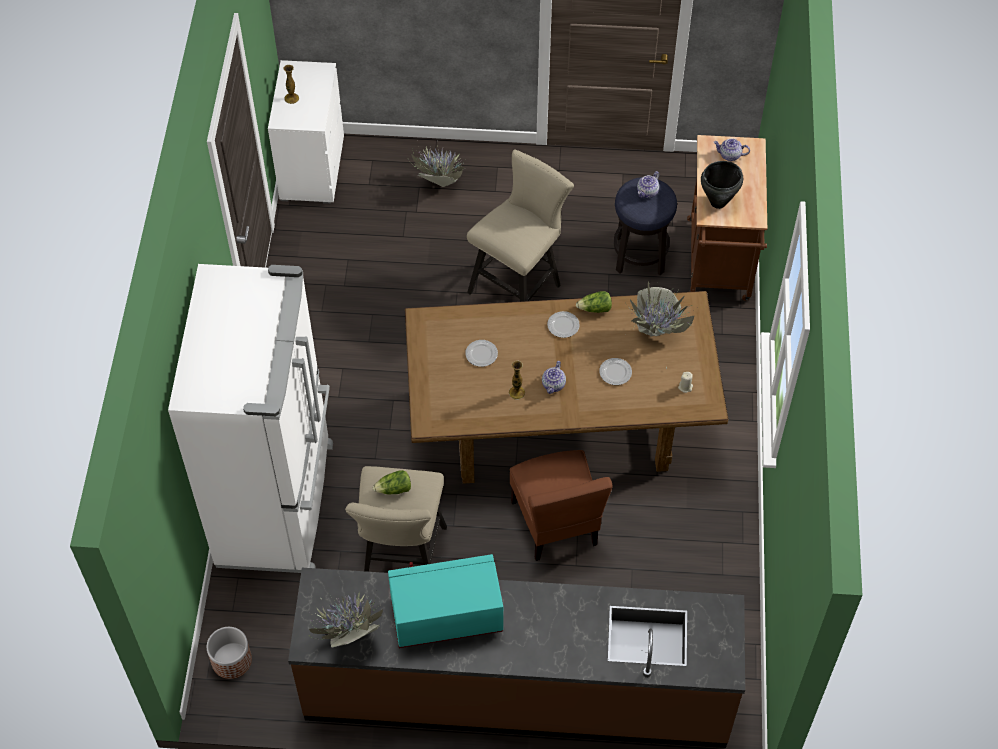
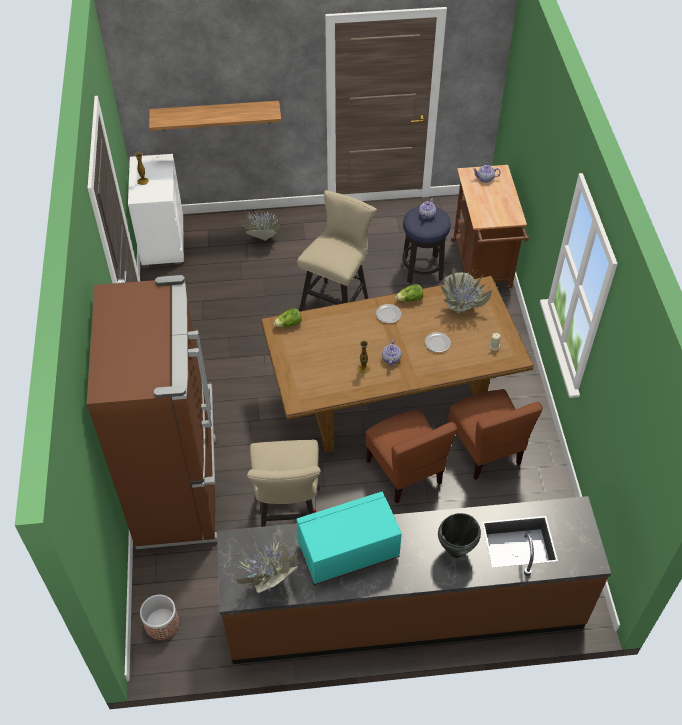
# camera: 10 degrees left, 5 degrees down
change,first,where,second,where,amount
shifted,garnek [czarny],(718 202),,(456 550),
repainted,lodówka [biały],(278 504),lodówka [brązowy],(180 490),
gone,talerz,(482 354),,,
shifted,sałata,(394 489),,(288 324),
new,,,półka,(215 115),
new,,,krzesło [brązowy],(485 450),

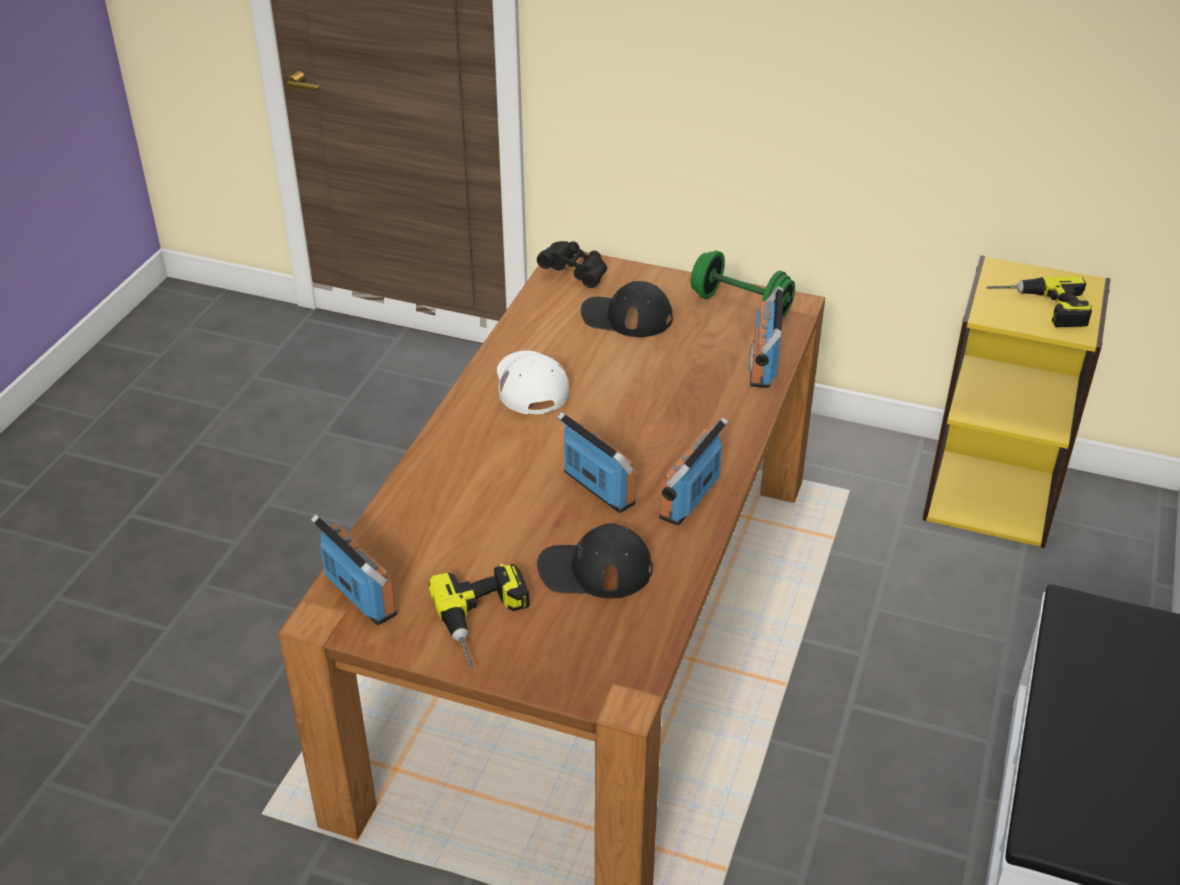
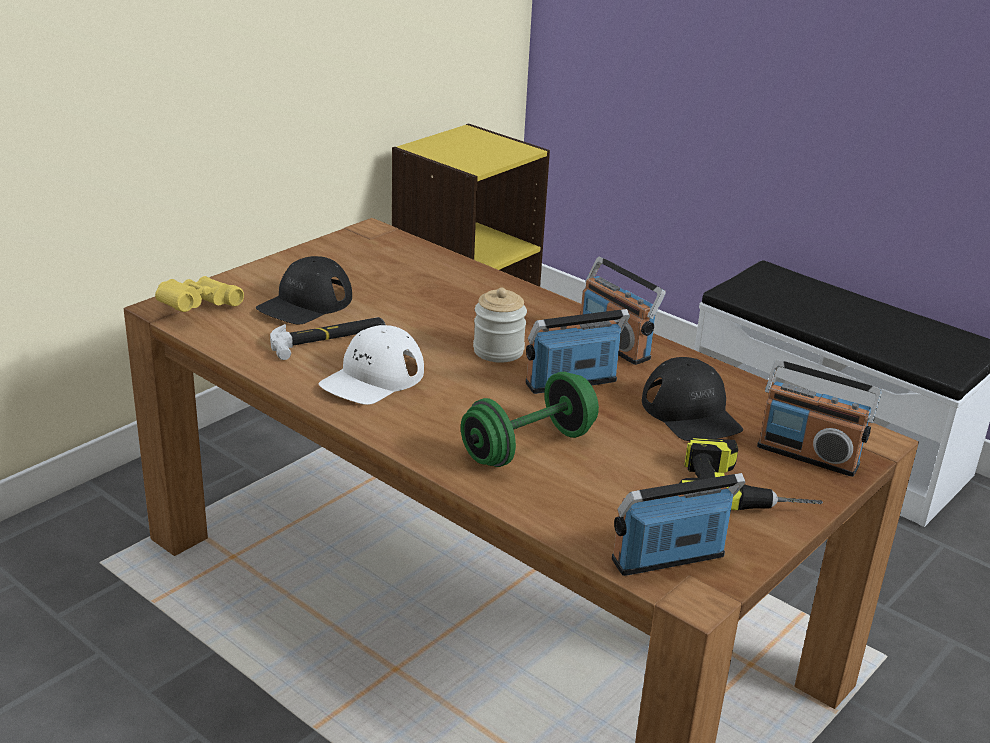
# camera: 70 degrees left, 10 degrees down
change,first,where,second,where,amount
repainted,lornetka [czarny],(575 273),lornetka [żółty],(196 308),
shifted,hantel [zielony],(740 305),,(528 447),
gone,wiertarka,(1040 308),,,
shifted,radio,(762 364),,(808 455),
rotated,czapka z daszkiem [biały],(530 385),,(372 378),60 degrees counterclockwise
rotated,czapka z daszkiem [czarny],(594 569),,(691 413),45 degrees counterclockwise
new,,,słoik,(498 351),
new,,,młotek,(328 339),

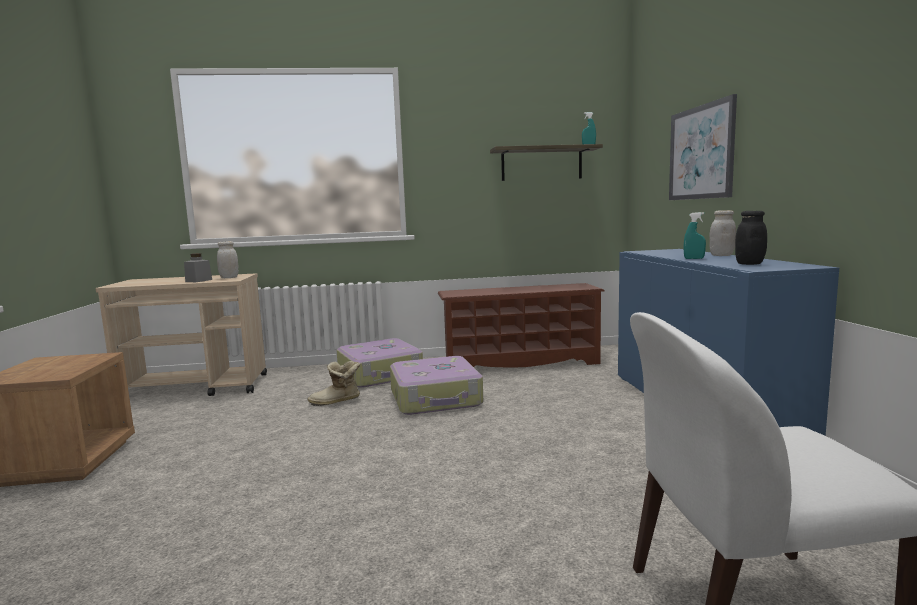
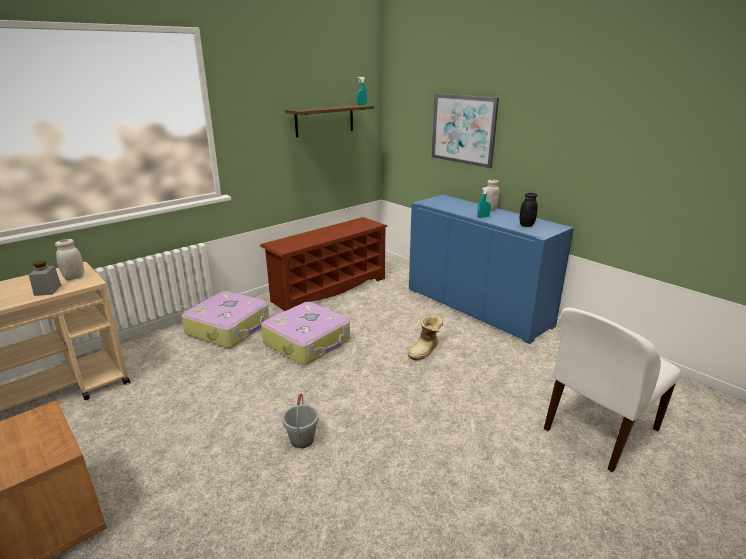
# camera: 35 degrees left, 15 degrees up
change,first,where,second,where,amount
shifted,but z cholewką,(336 402),,(425 351),
new,,,wiadro [szary],(302 439),

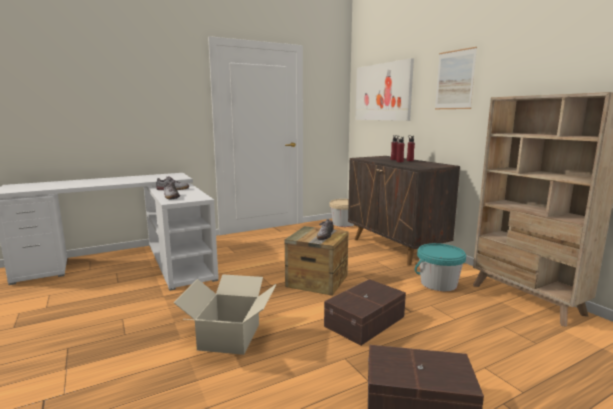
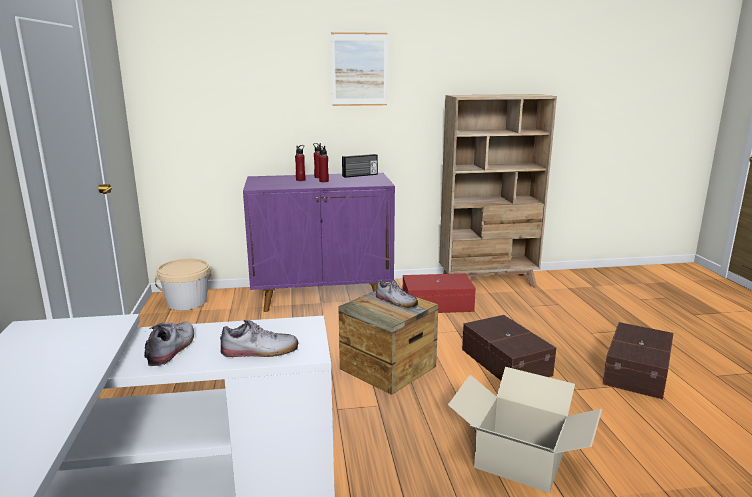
# camera: 70 degrees left, 5 degrees up
change,first,where,second,where,amount
gone,obraz,(382 92),,,
repainted,szafka [brązowy],(396 248),szafka [fioletowy],(323 296),
swapped,wiadro [turkusowy],(438 283),pojemnik do przechowywania [czerwony],(438 304),
new,,,radio,(360 175),

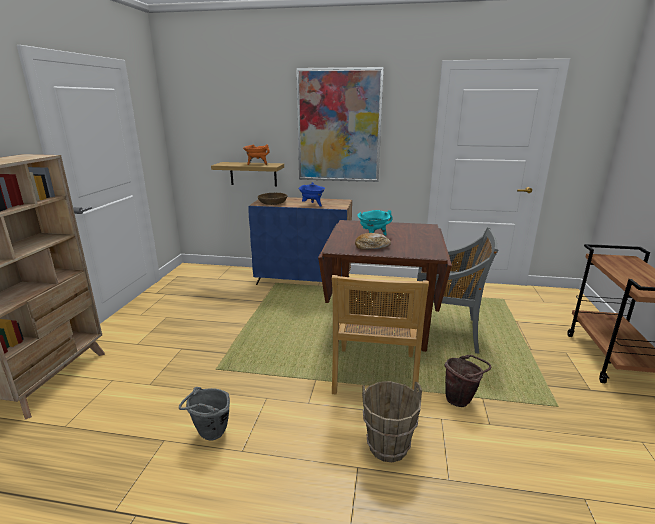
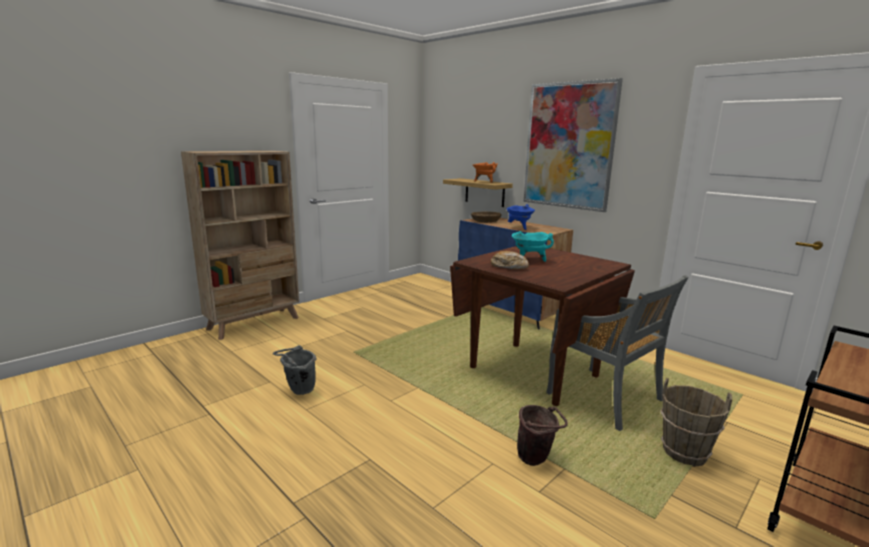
# camera: 35 degrees right, 5 degrees down
change,first,where,second,where,amount
gone,krzesło [beżowy],(375 375),,,
shifted,wiadro [brązowy],(388 447),,(684 453),

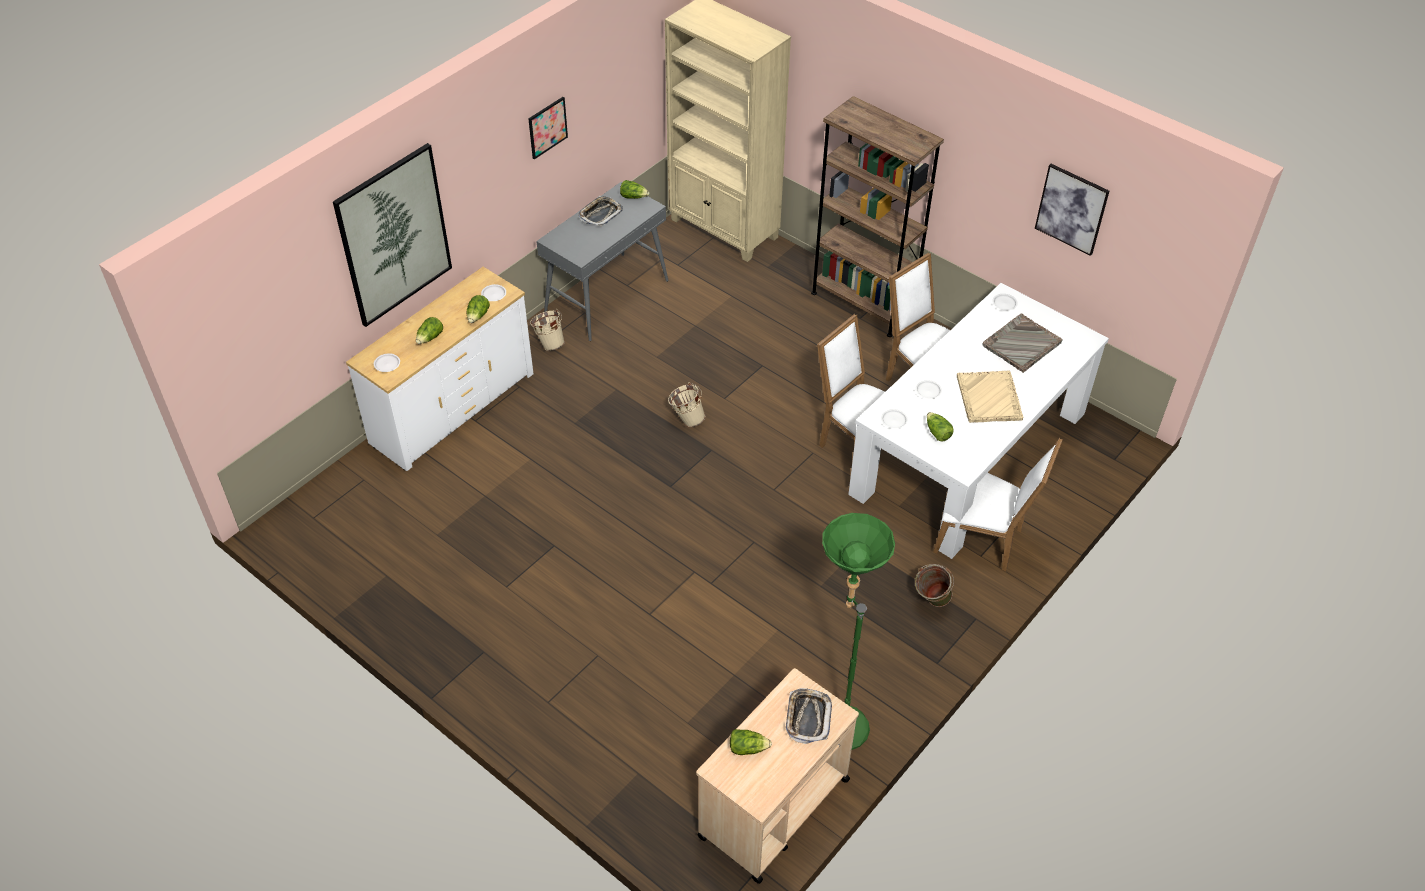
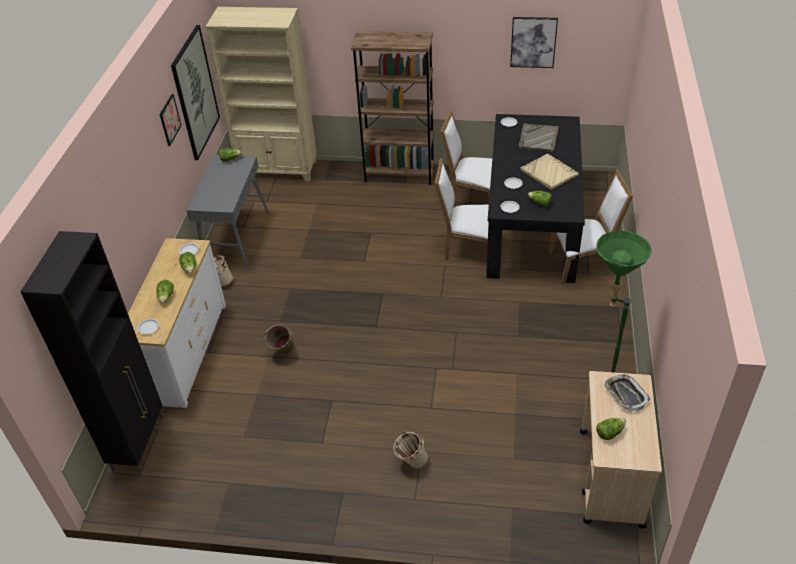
# camera: 30 degrees left, 5 degrees down
change,first,where,second,where,amount
shifted,obraz,(394 235),,(195 93),
gone,taca,(600 214),,,
repainted,stół jadalny [biały],(969 453),stół jadalny [czarny],(531 224),
shifted,wiadro [beżowy],(686 419),,(410 462),
shifted,wiadro [zielony],(931 602),,(282 353),
new,,,szafka [czarny],(139 442),

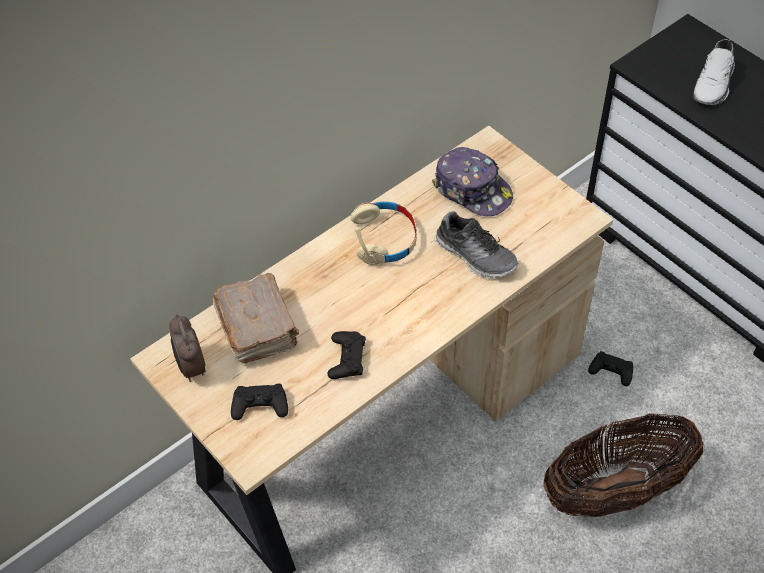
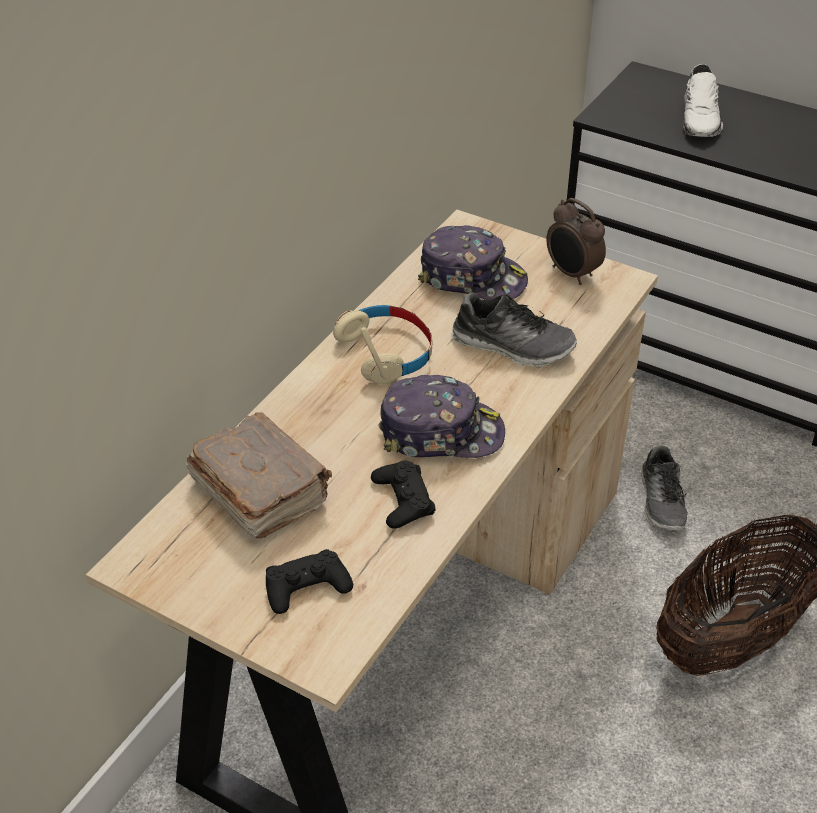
# camera: 20 degrees left, 10 degrees down
change,first,where,second,where,amount
shifted,budzik,(191 367),,(571 274),
swapped,pad do gier [czarny],(611 371),but,(662 502),
new,,,czapka z daszkiem,(441 433),

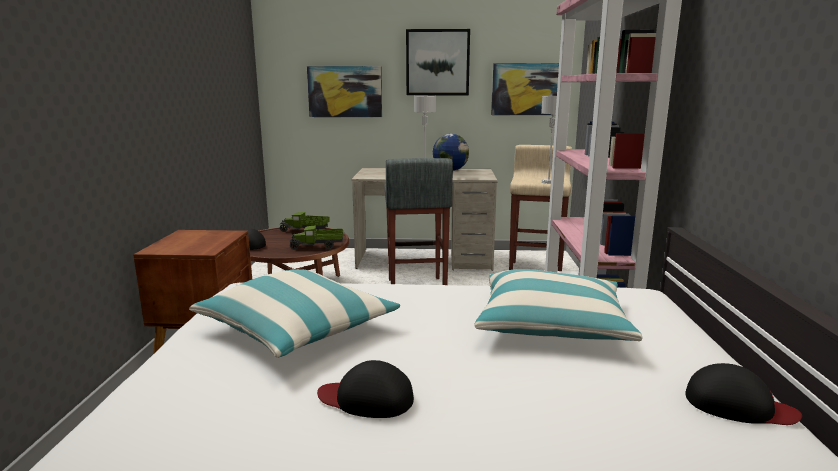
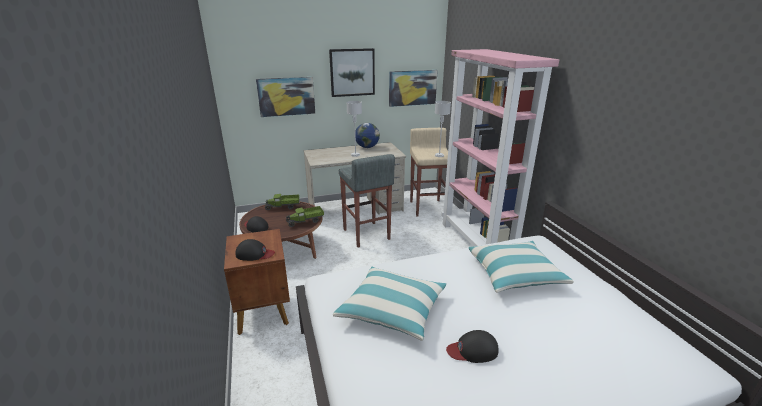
# camera: 20 degrees left, 10 degrees up
change,first,where,second,where,amount
shifted,czapka z daszkiem [czarny],(738 405),,(254 254),

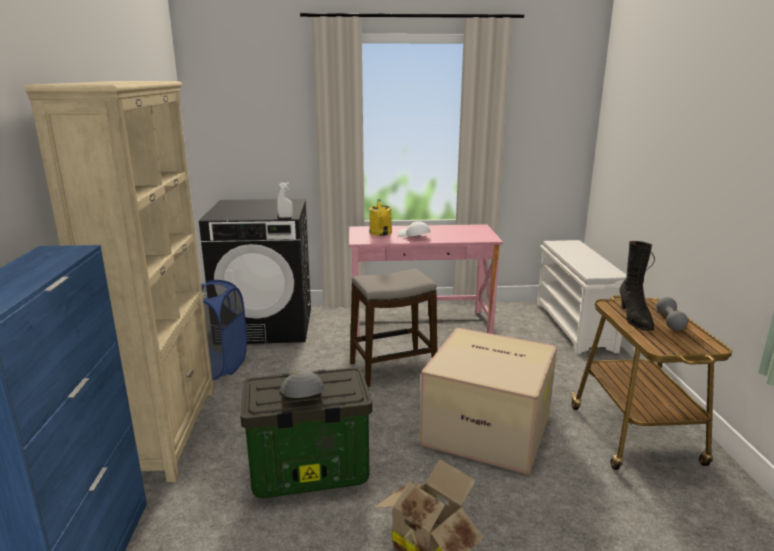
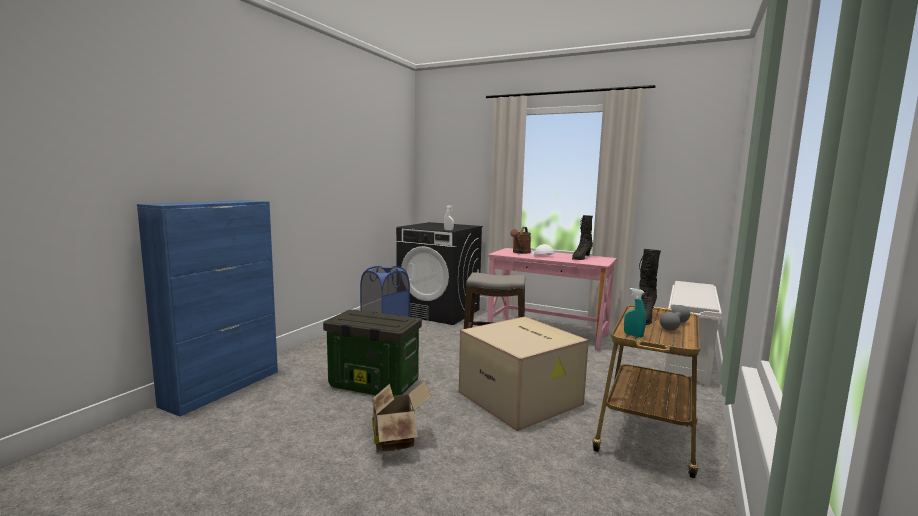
# camera: 30 degrees right, 10 degrees down
change,first,where,second,where,amount
gone,regał [beżowy],(168 431),,,
repainted,konewka [żółty],(381 234),konewka [brązowy],(520 252),
gone,czapka z daszkiem [szary],(301 392),,,
new,,,but z cholewką [czarny],(581 258),
new,,,spryskiwacz [turkusowy],(633 335),

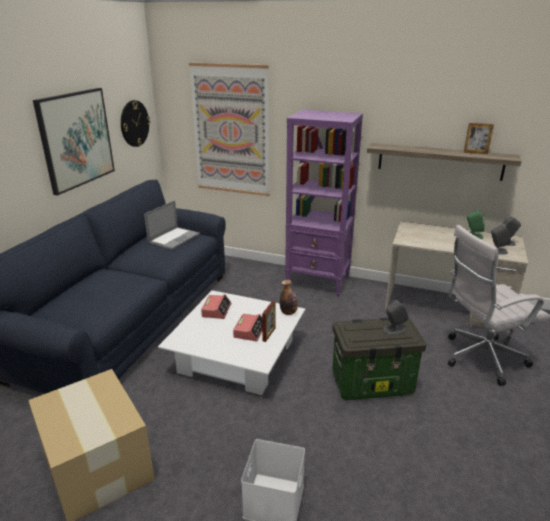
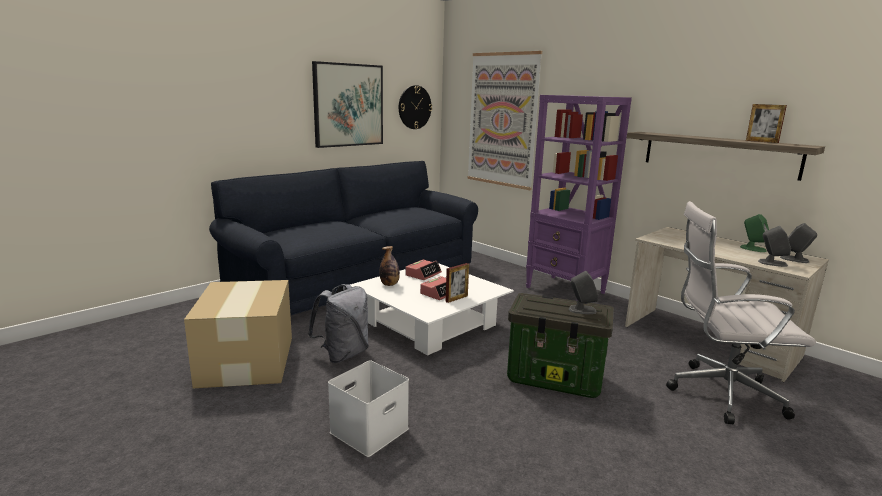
# camera: 25 degrees right, 10 degrees down
change,first,where,second,where,amount
gone,laptop,(174 238),,,
shifted,butelka,(288 312),,(389 284),
new,,,plecak [szary],(343 354),

